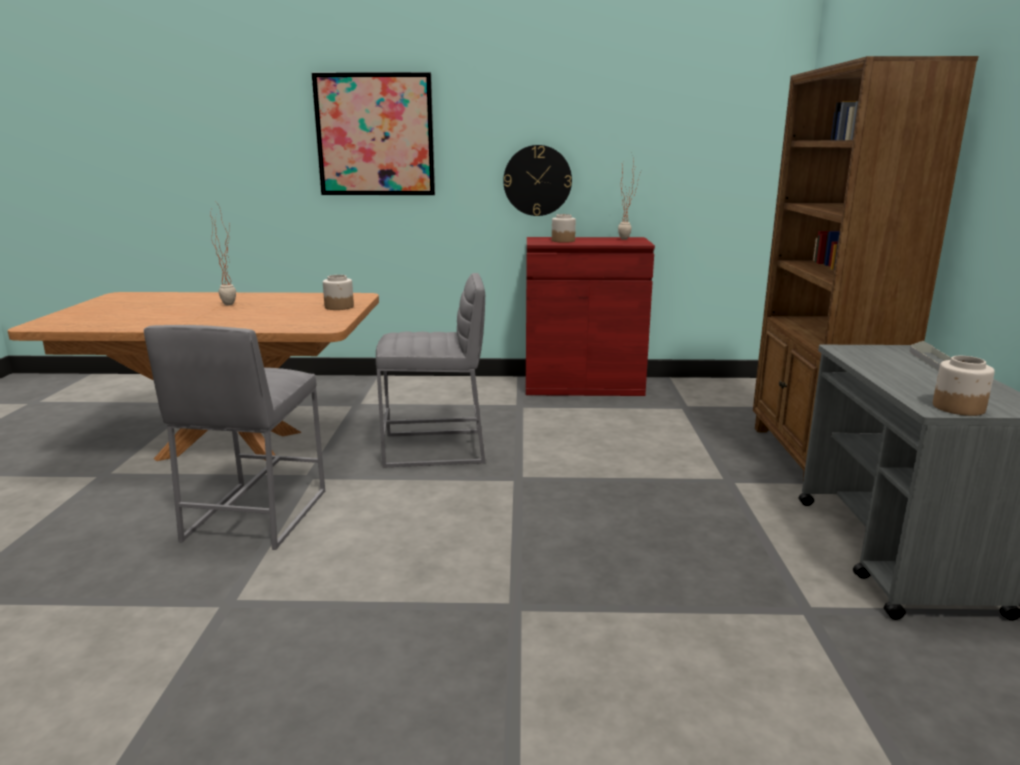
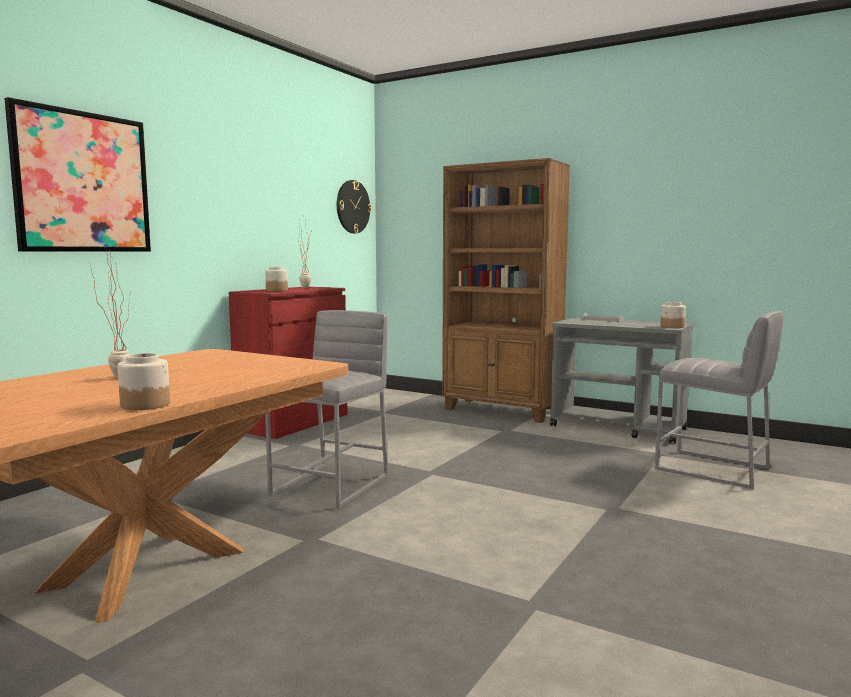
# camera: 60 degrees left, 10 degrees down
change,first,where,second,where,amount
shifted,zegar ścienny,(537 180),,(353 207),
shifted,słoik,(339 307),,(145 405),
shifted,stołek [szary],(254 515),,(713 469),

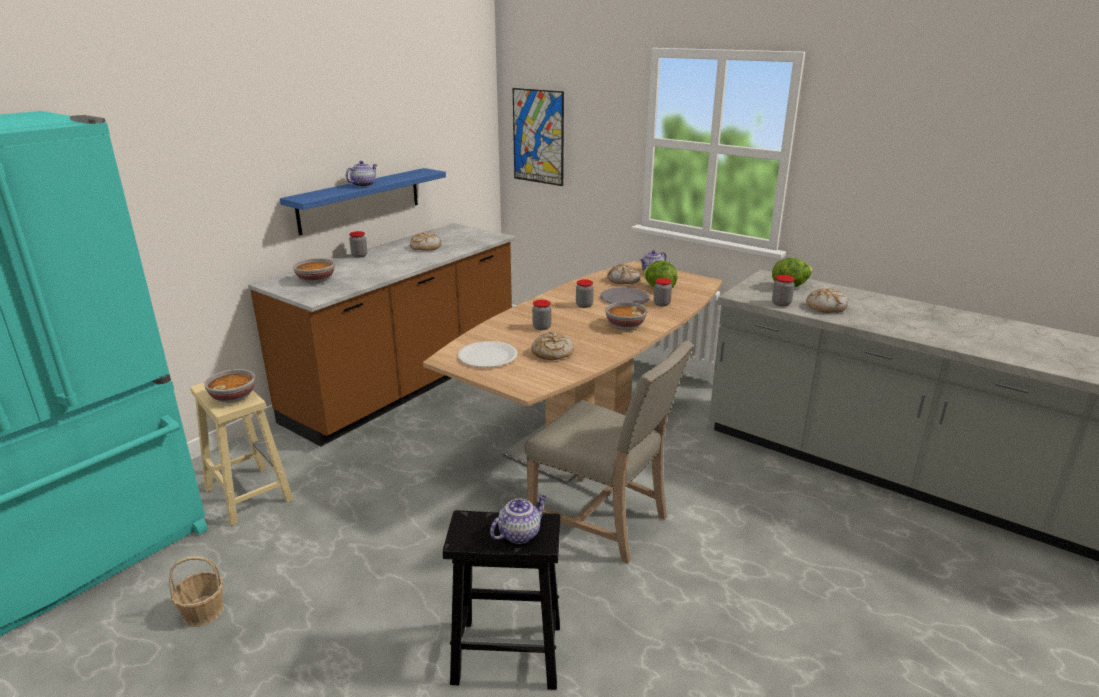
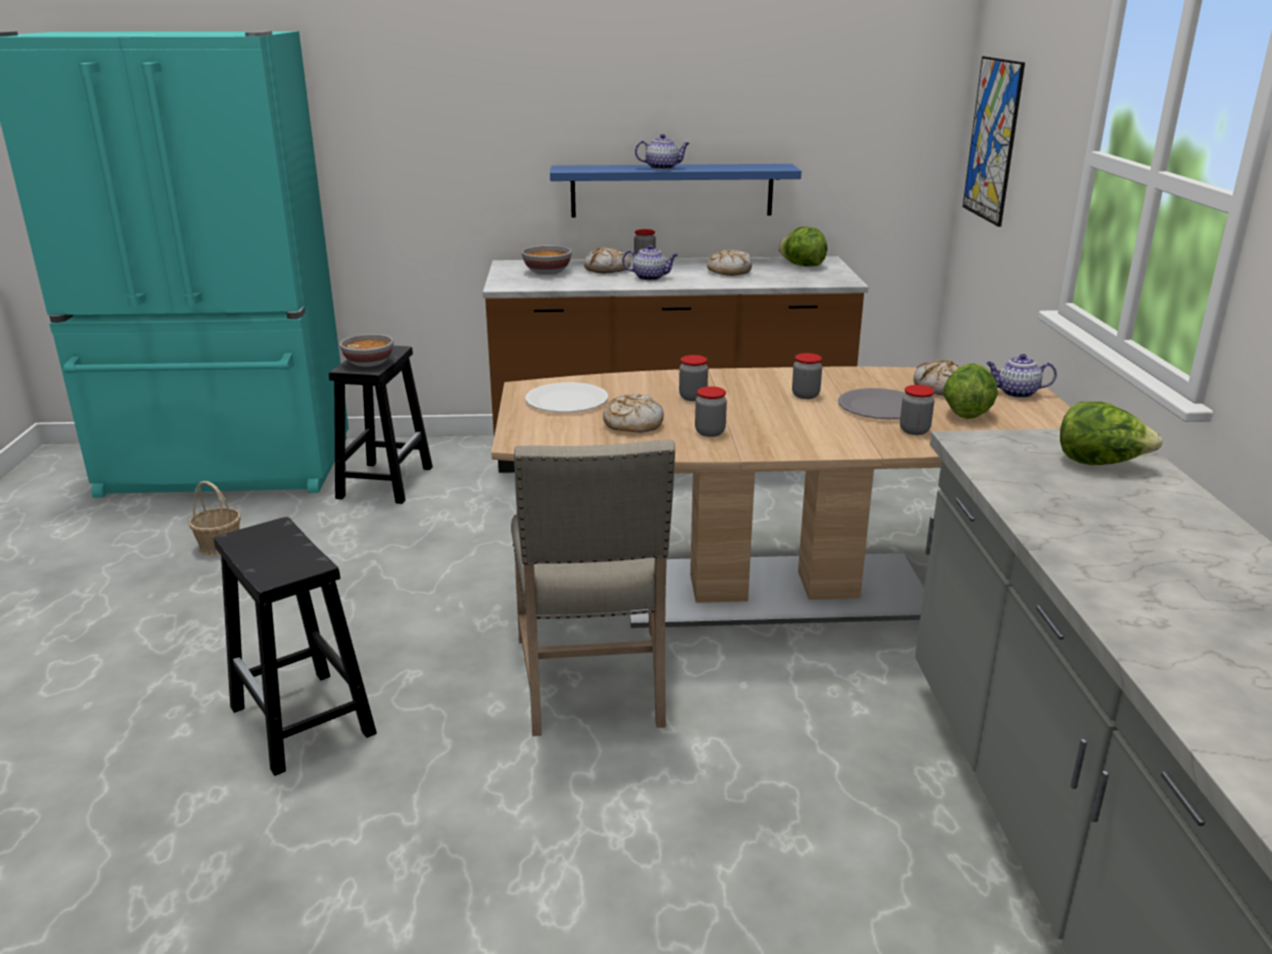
# camera: 50 degrees right, 0 degrees up
change,first,where,second,where,amount
shifted,słoik,(781 304),,(710 432),
shifted,chleb,(826 307),,(607 269),
gone,miska,(624 326),,,
repainted,stołek [beżowy],(247 494),stołek [czarny],(385 482),
shifted,imbryk,(520 533),,(650 277),
new,,,sałata,(802 265),

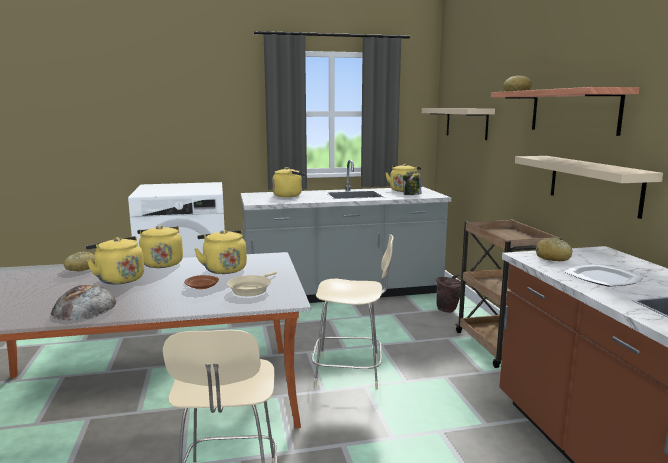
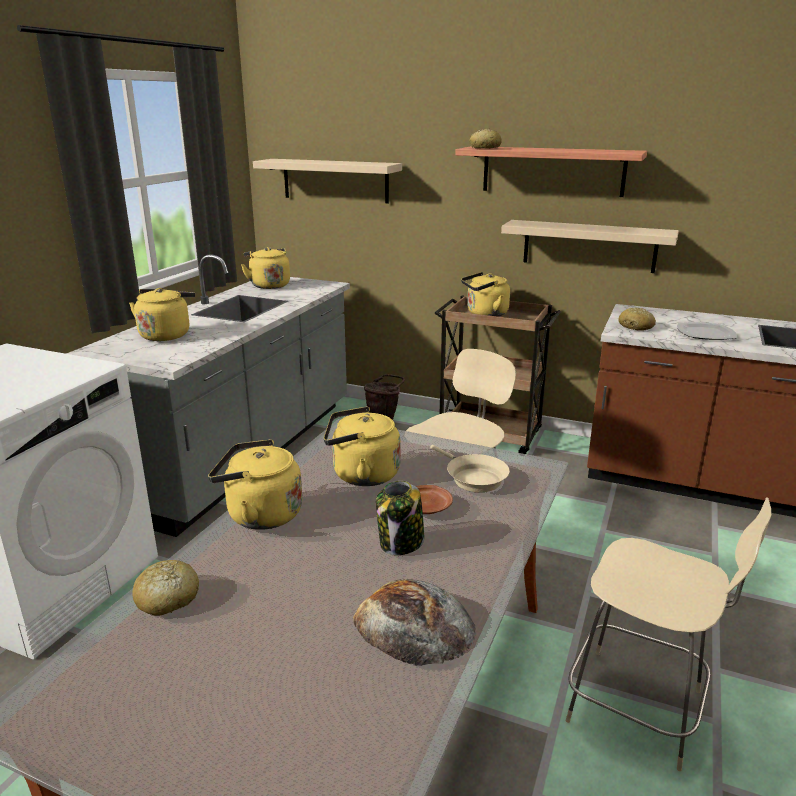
# camera: 55 degrees left, 10 degrees up
change,first,where,second,where,amount
shifted,słoik,(411 195),,(401 543),
shifted,czajnik [żółty],(118 279),,(485 314),

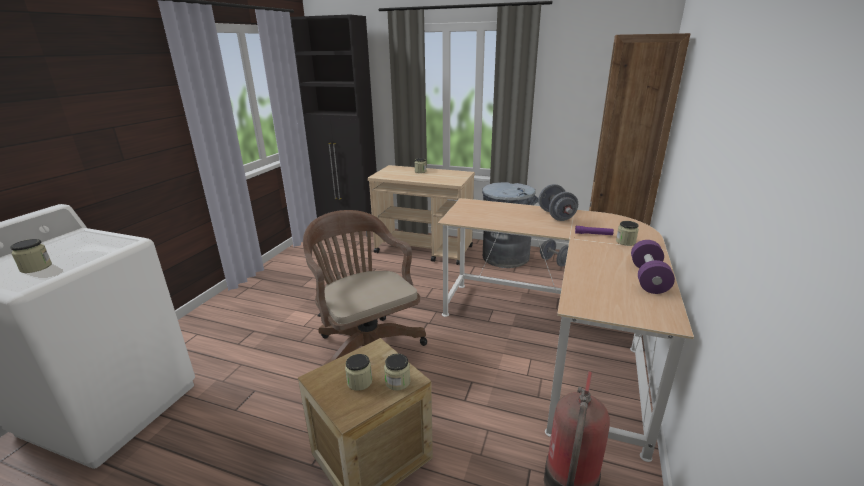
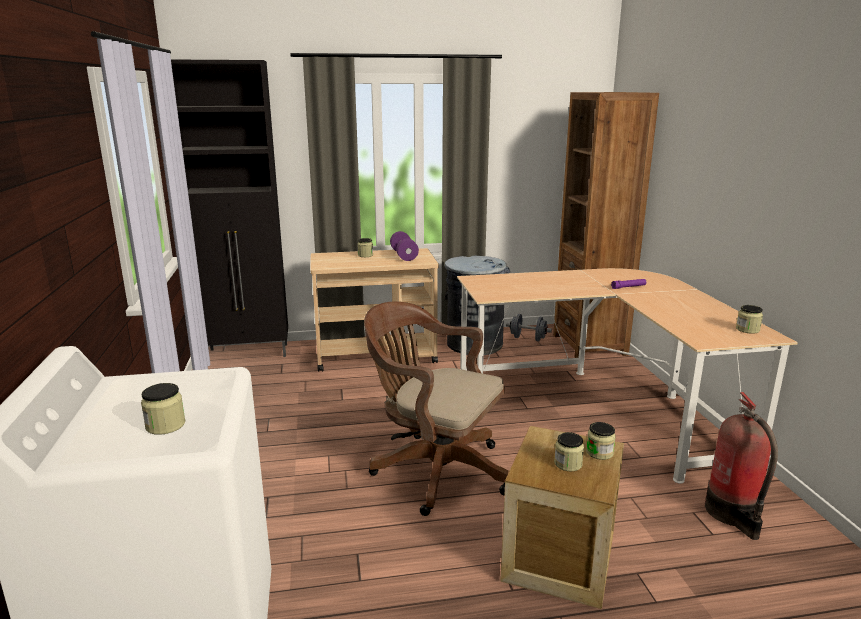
# camera: 30 degrees left, 5 degrees down
change,first,where,second,where,amount
gone,hantel [szary],(556 215),,,
shifted,słoik,(625 242),,(747 329),
shifted,hantel [fioletowy],(648 278),,(404 255),

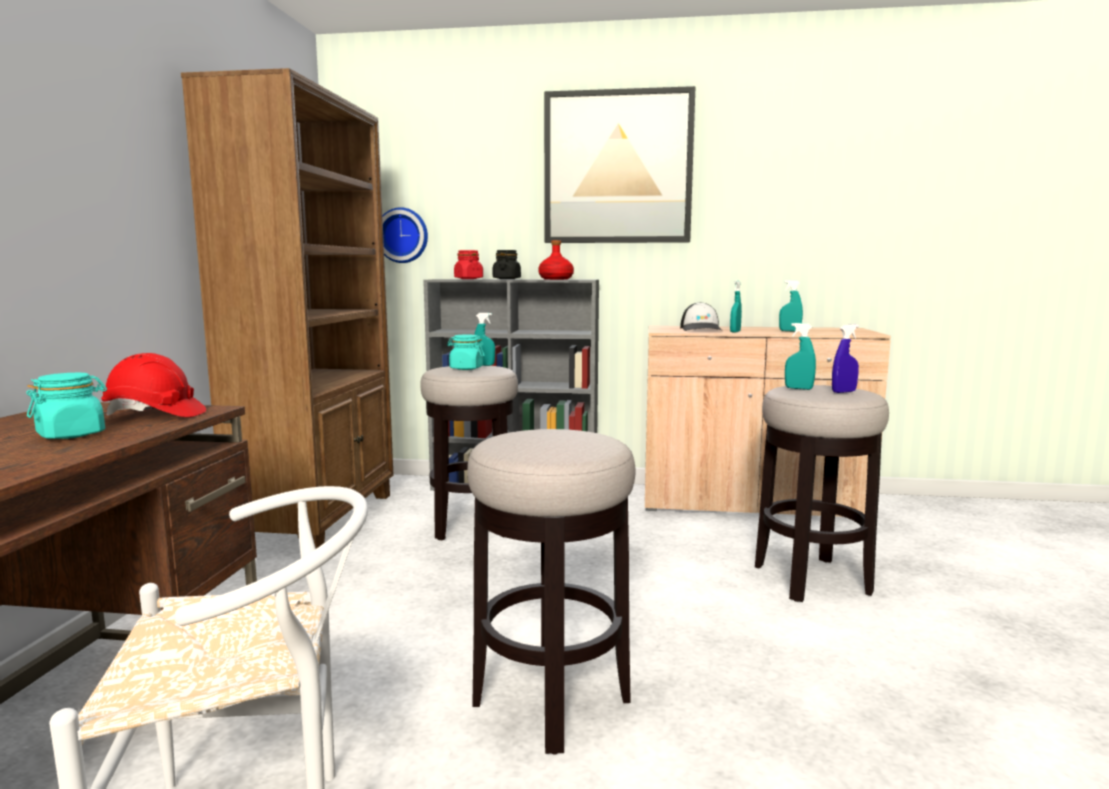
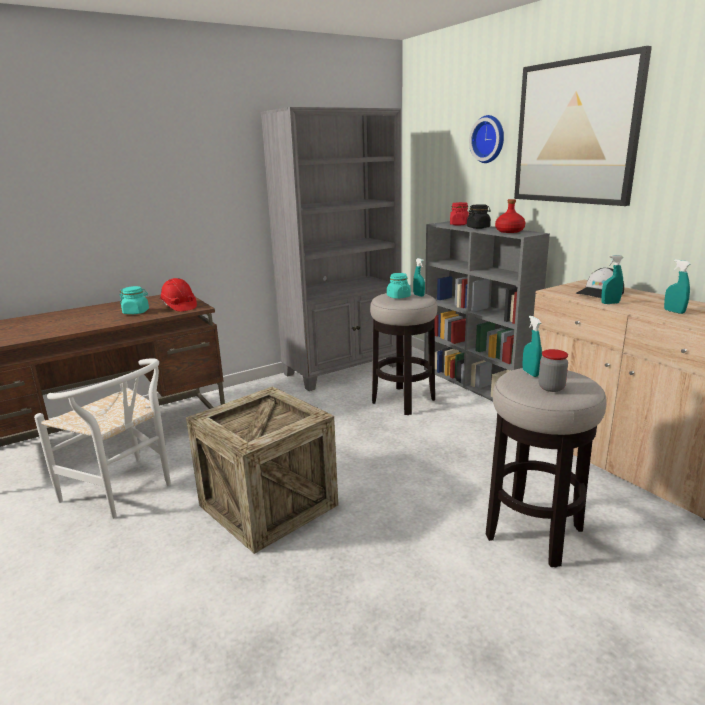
# camera: 50 degrees right, 10 degrees up
change,first,where,second,where,amount
repainted,regał [brązowy],(320 520),regał [szary],(343 370),
shifted,zegar ścienny,(403 235),,(489 139),
swapped,spryskiwacz [niebieski],(843 392),słoik,(551 388),
swapped,stołek,(552 701),skrzynka,(268 505),

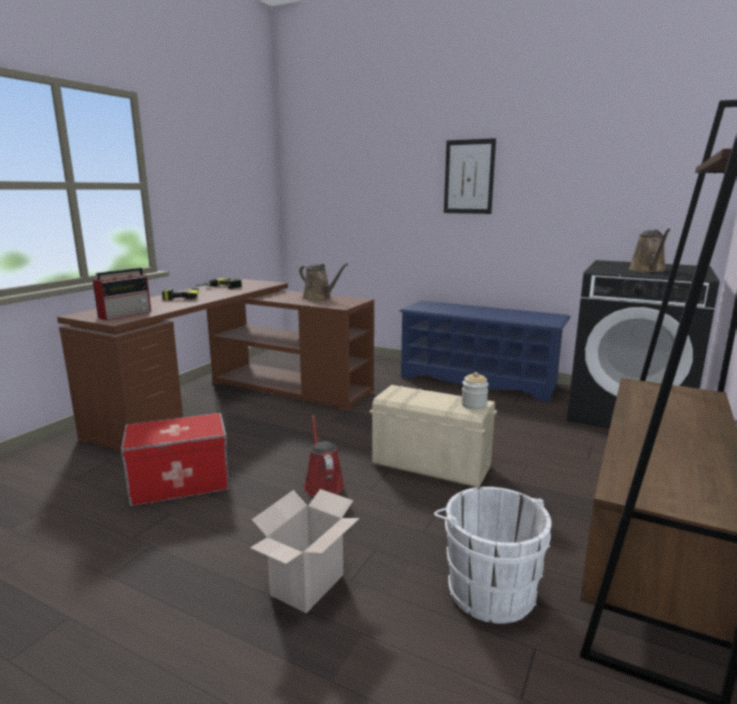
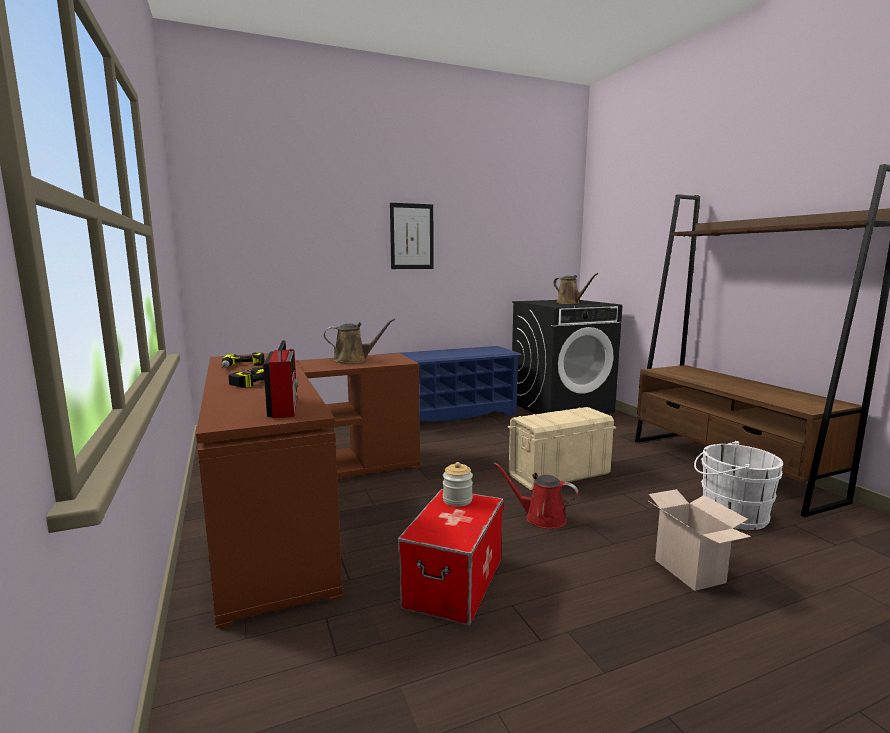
# camera: 50 degrees left, 5 degrees down
change,first,where,second,where,amount
shifted,słoik,(474 405),,(457 500),

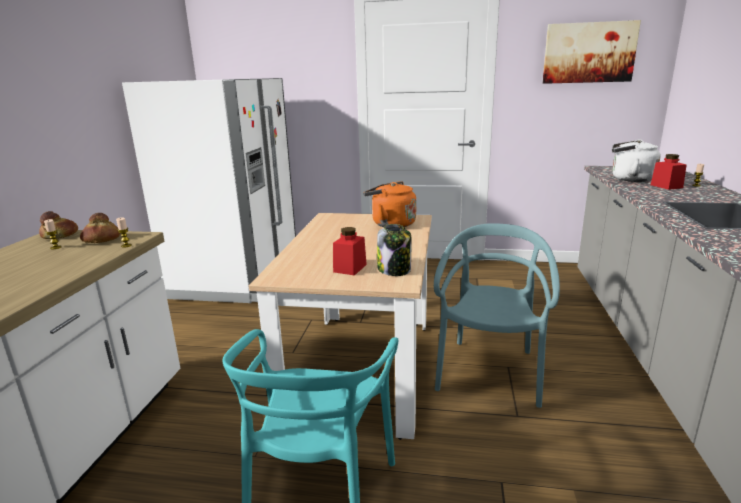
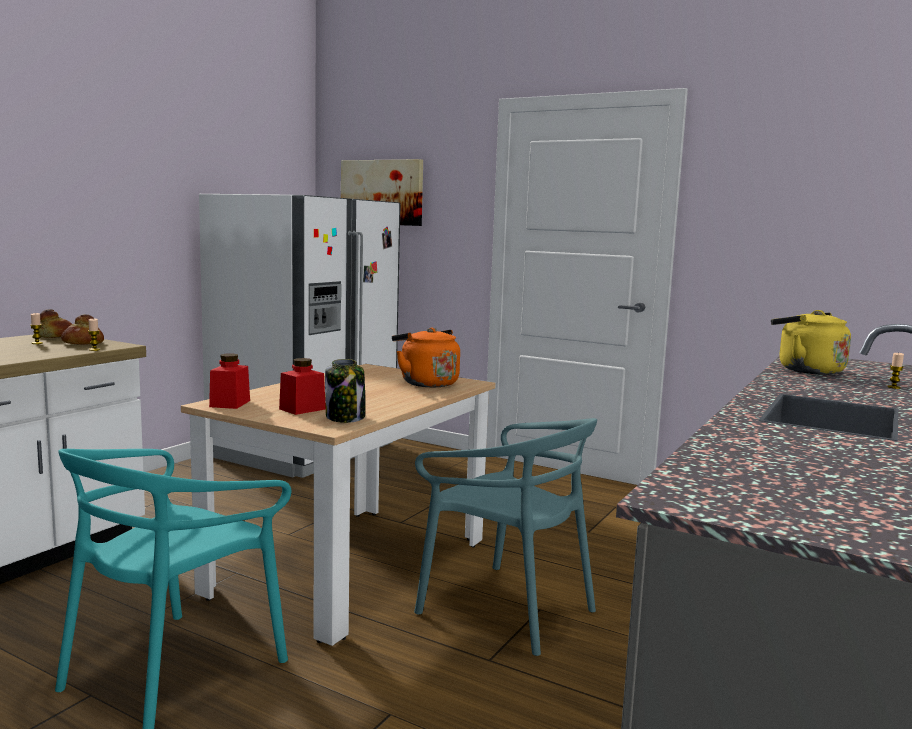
# camera: 20 degrees right, 10 degrees down
change,first,where,second,where,amount
shifted,obraz,(589 53),,(382 192),
repainted,czajnik [biały],(629 179),czajnik [żółty],(806 370),
shifted,słoik [czerwony],(666 186),,(230 403),
rotated,krzesło [turkusowy],(489 372),,(507 608),90 degrees clockwise

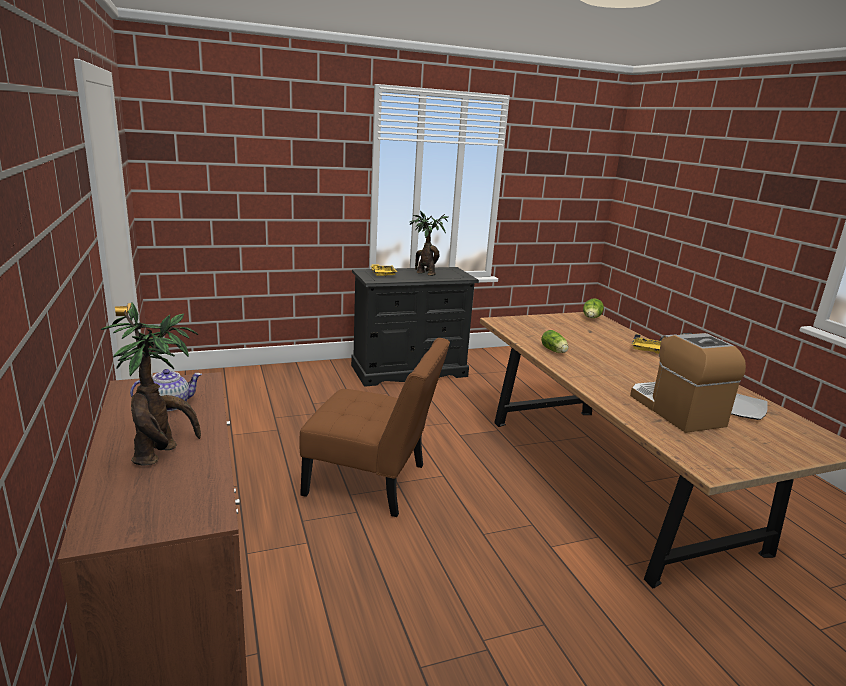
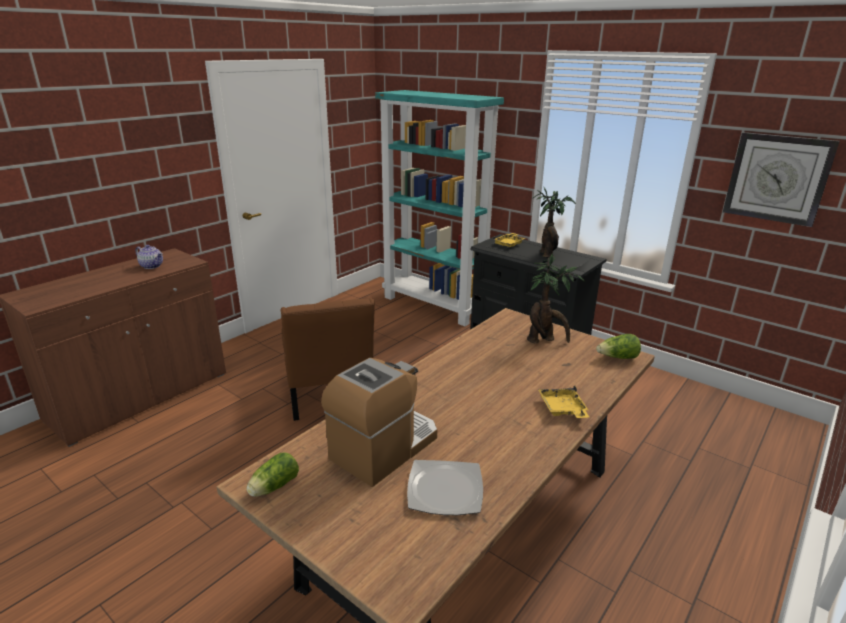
# camera: 60 degrees right, 5 degrees up
change,first,where,second,where,amount
shifted,roślina doniczkowa,(162 452),,(544 340),
shifted,sałata,(554 351),,(273 487),
new,,,regał [turkusowy],(434 305),
new,,,zegar ścienny,(777 178),

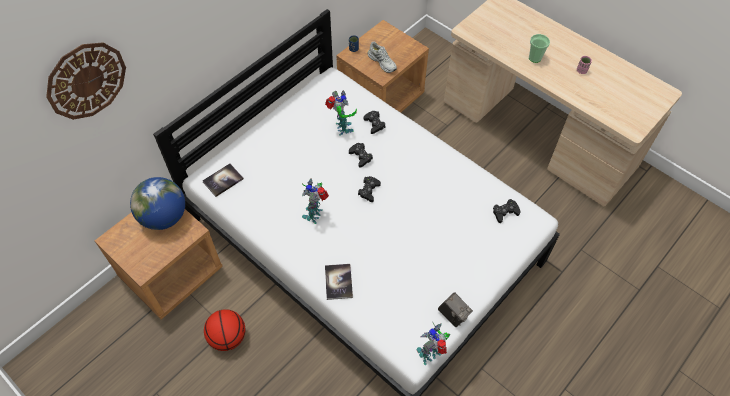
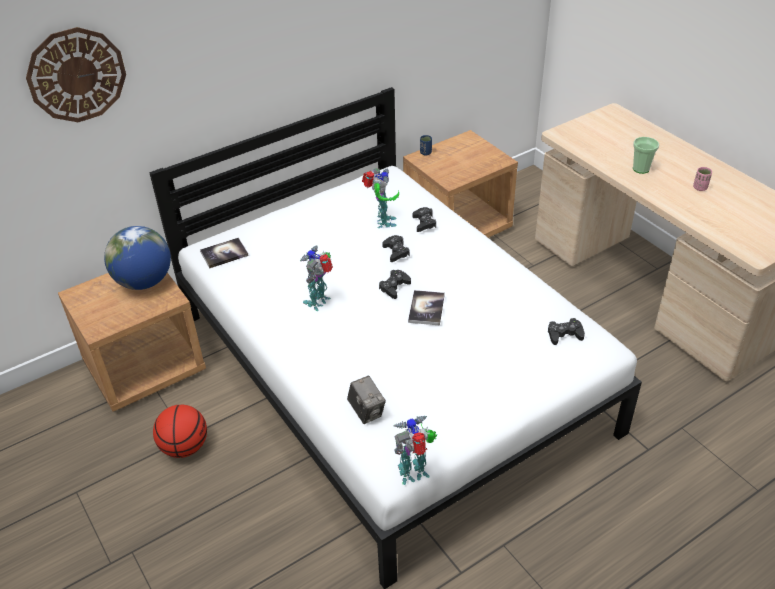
# camera: 15 degrees right, 15 degrees down
change,first,where,second,where,amount
gone,but [biały],(382 62),,,
shifted,książka,(338 282),,(426 308),
shifted,aparat fotograficzny,(453 315),,(366 411),

